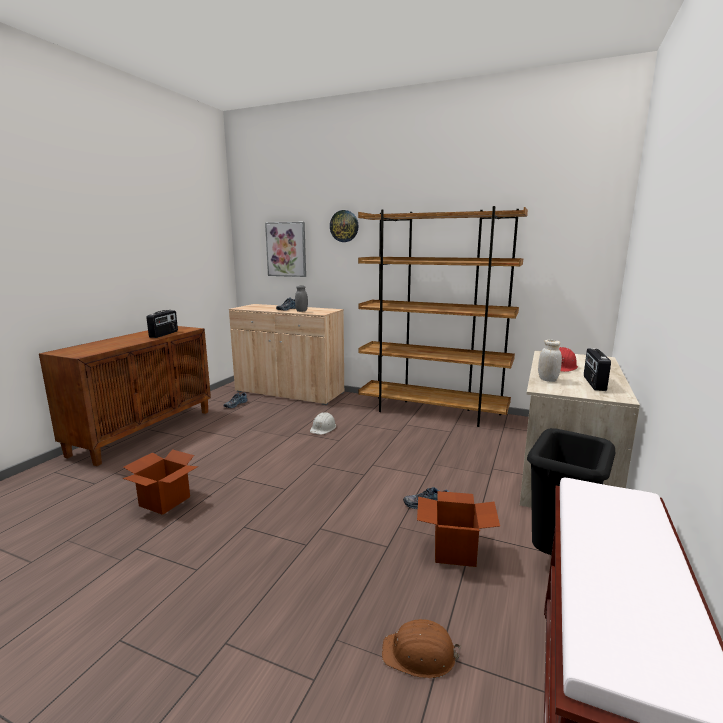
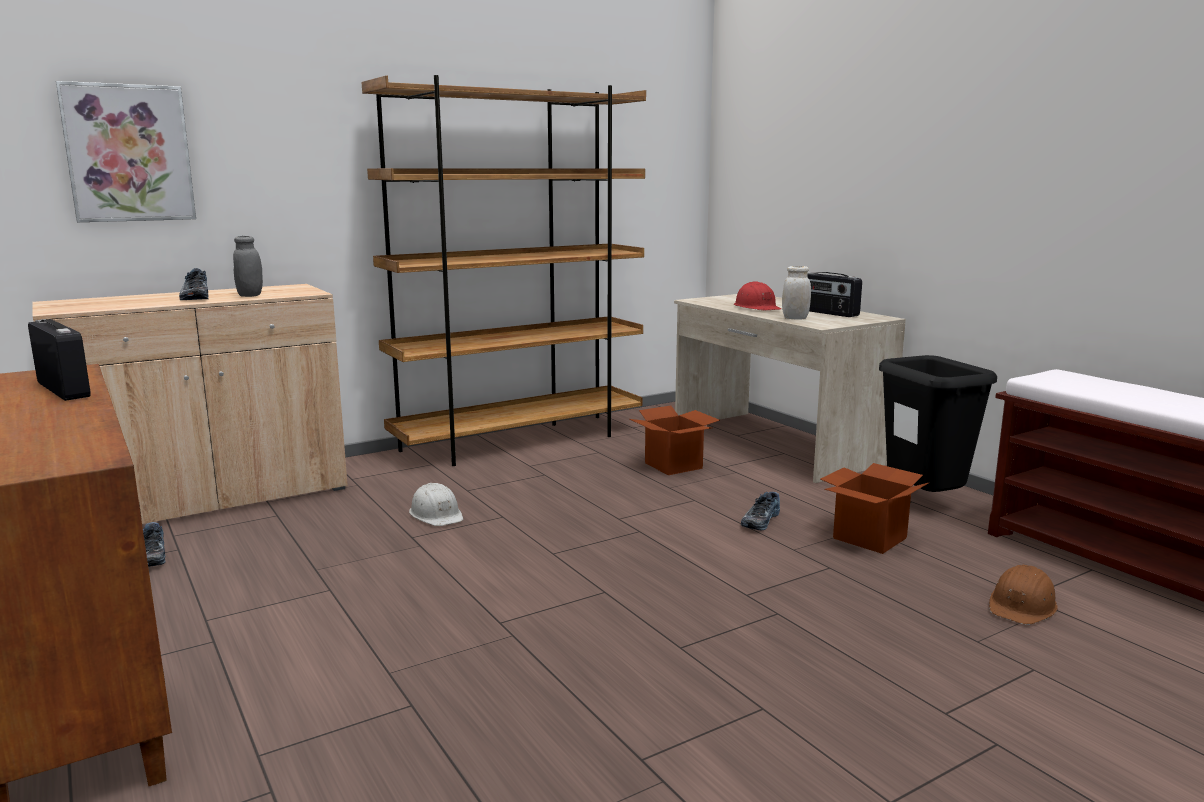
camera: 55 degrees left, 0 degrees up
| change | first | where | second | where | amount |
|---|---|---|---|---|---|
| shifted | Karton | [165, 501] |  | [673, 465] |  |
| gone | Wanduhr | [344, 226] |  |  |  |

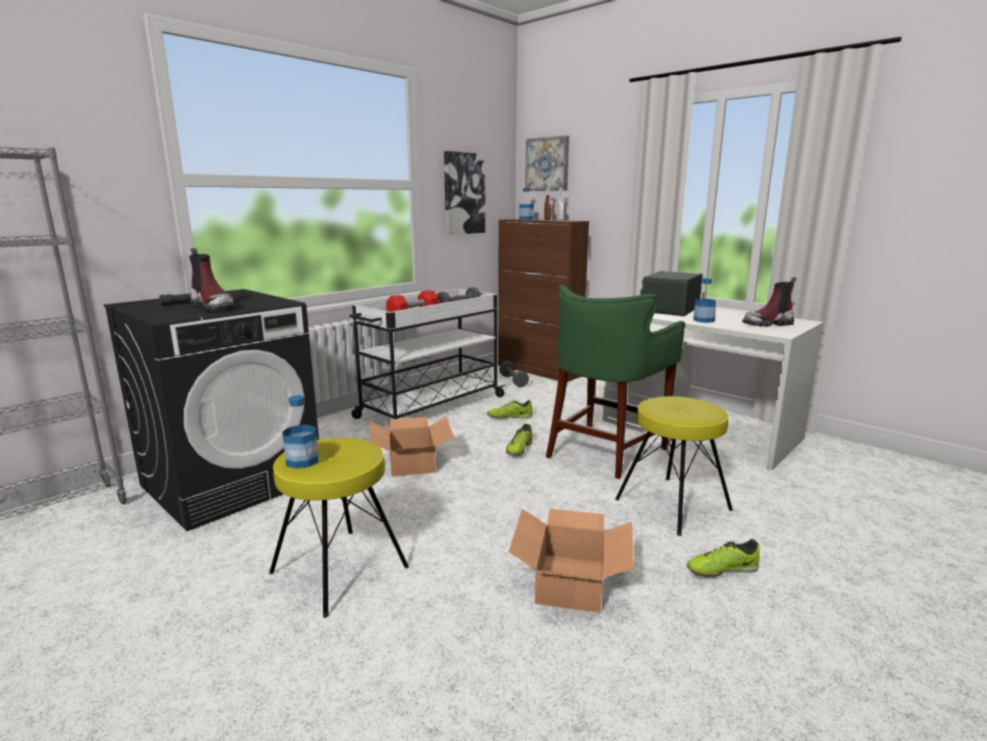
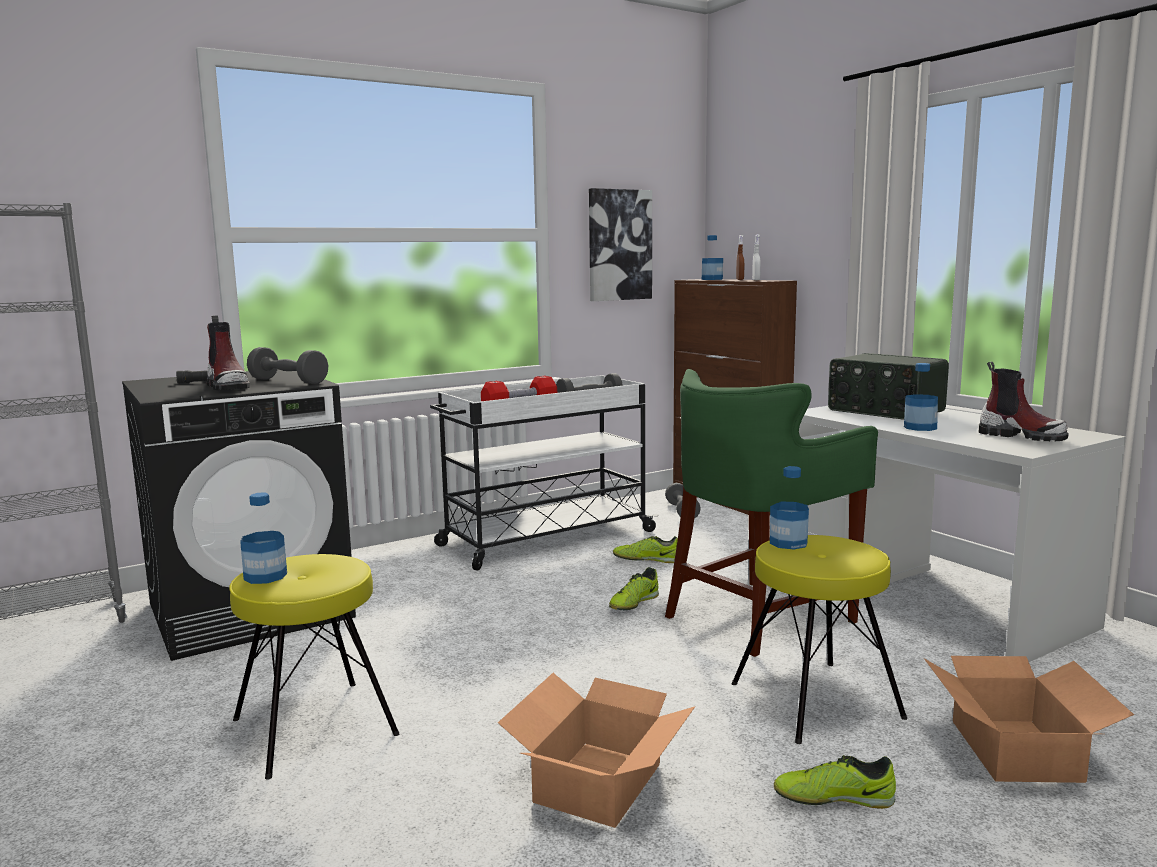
camera: 15 degrees right, 5 degrees down
| change | first | where | second | where | amount |
|---|---|---|---|---|---|
| new |  |  | Hantel (grau) | [288, 381] |  |
| new |  |  | Flasche | [788, 543] |  |
| rotated | Radio | [669, 309] |  | [884, 411] | 90 degrees counterclockwise |
| shifted | Karton | [411, 462] |  | [1014, 751] |  |
| rotated | Stiefel | [768, 324] |  | [1021, 436] | 135 degrees counterclockwise |
| gone | Bild | [547, 164] |  |  |  |

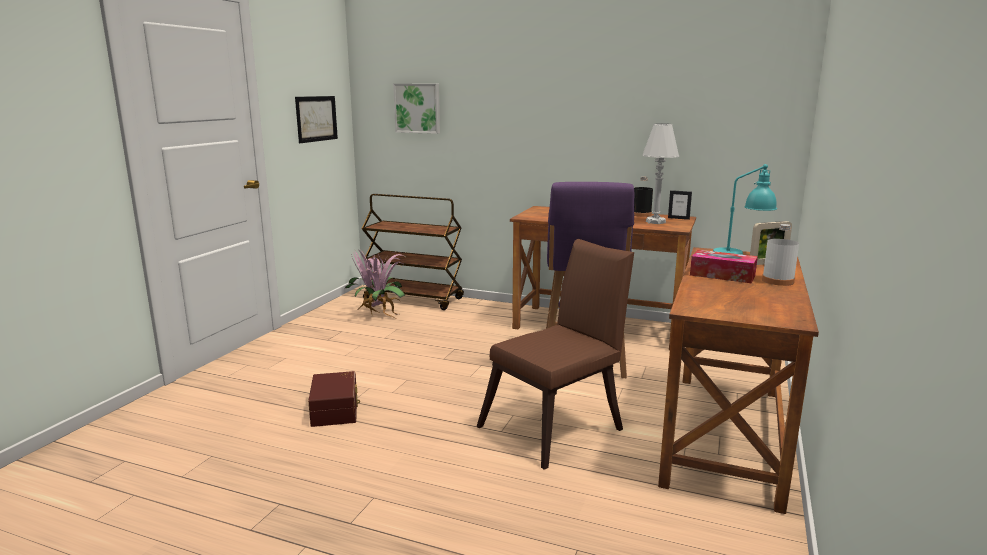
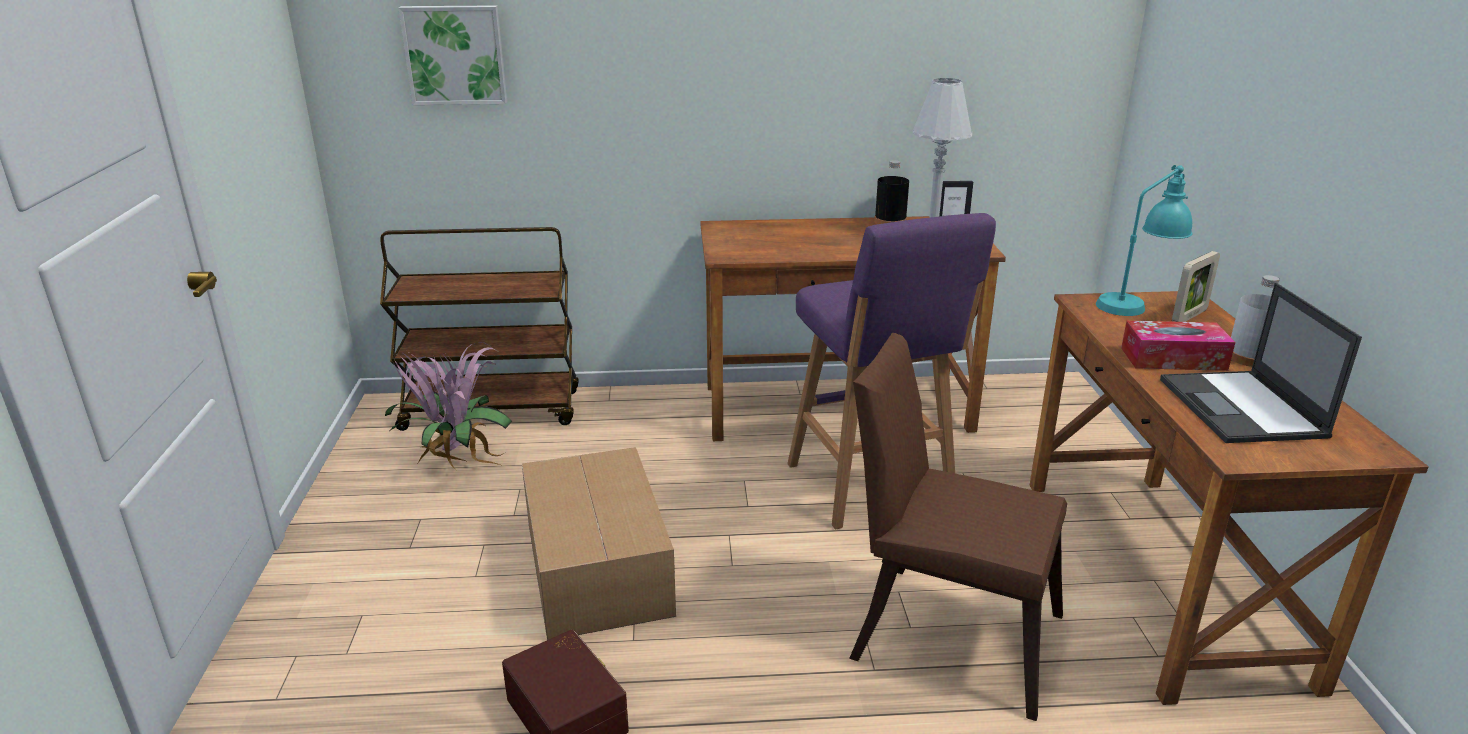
camera: 25 degrees left, 10 degrees up
| change | first | where | second | where | amount |
|---|---|---|---|---|---|
| new |  |  | Karton | [598, 565] |  |
| rotated | Stuhl (braun) | [558, 426] |  | [944, 630] | 90 degrees counterclockwise |
| new |  |  | Laptop | [1242, 408] |  |
| gone | Bild | [316, 118] |  |  |  |

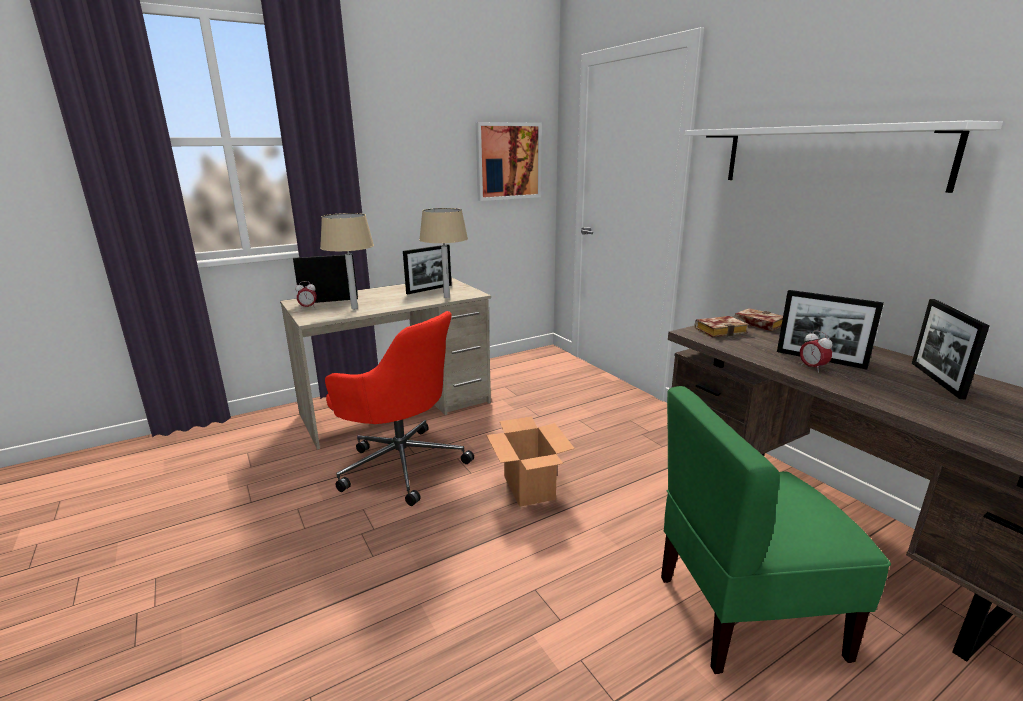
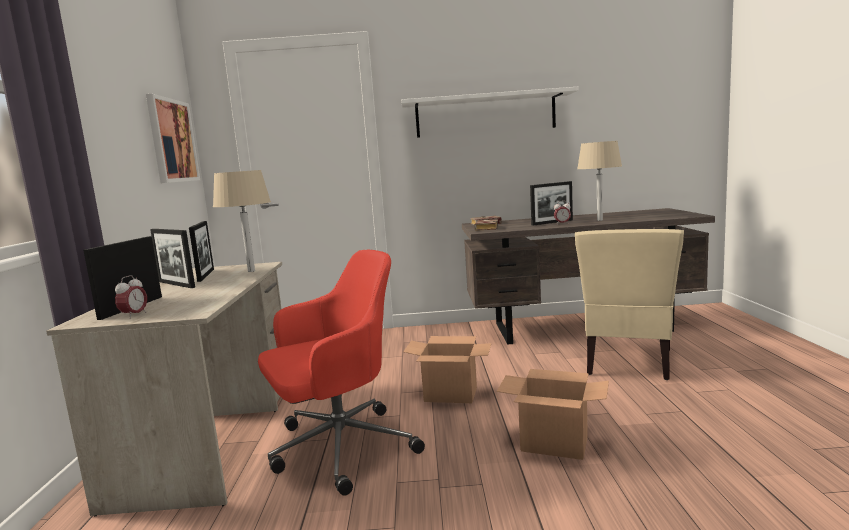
camera: 60 degrees left, 10 degrees down
| change | first | where | second | where | amount |
|---|---|---|---|---|---|
| shifted | Bilderrahmen | [936, 380] |  | [176, 284] |  |
| new |  |  | Karton | [553, 444] |  |
| repainted | Stuhl (grün) | [746, 614] | Stuhl (beige) | [627, 362] |  |
| shifted | Tischlampe (beige) | [354, 308] |  | [600, 220] |  |

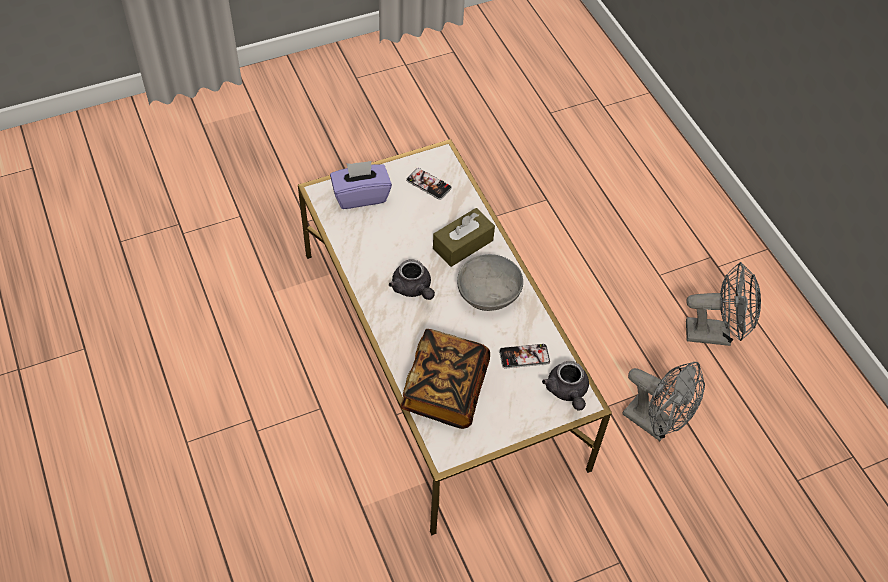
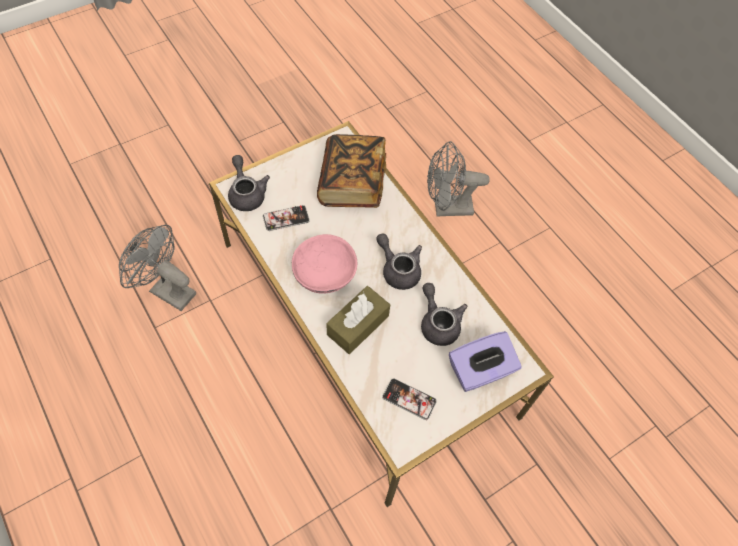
camera: 170 degrees right, 5 degrees up
| change | first | where | second | where | amount |
|---|---|---|---|---|---|
| repainted | Schüssel (grau) | [489, 294] | Schüssel (rosa) | [323, 274] |  |
| new |  |  | Teekanne (grau) | [438, 323] |  |
| shifted | Ventilator (grau) | [715, 333] |  | [446, 208] |  |

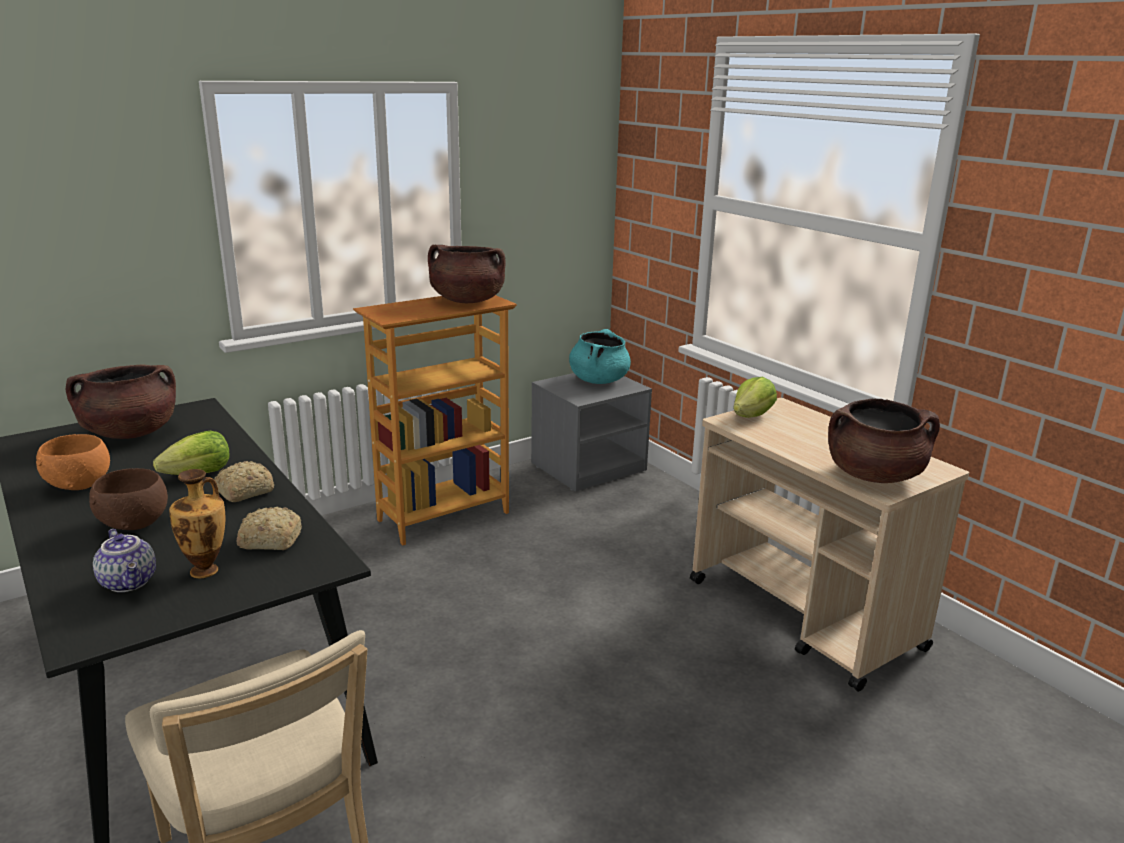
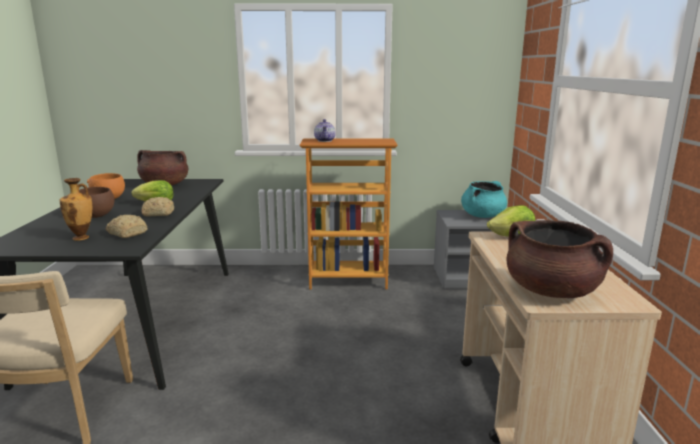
camera: 35 degrees right, 5 degrees down
| change | first | where | second | where | amount |
|---|---|---|---|---|---|
| shifted | Teekanne | [130, 582] |  | [325, 140] |  |
| gone | Kochtopf (braun) | [467, 301] |  |  |  |

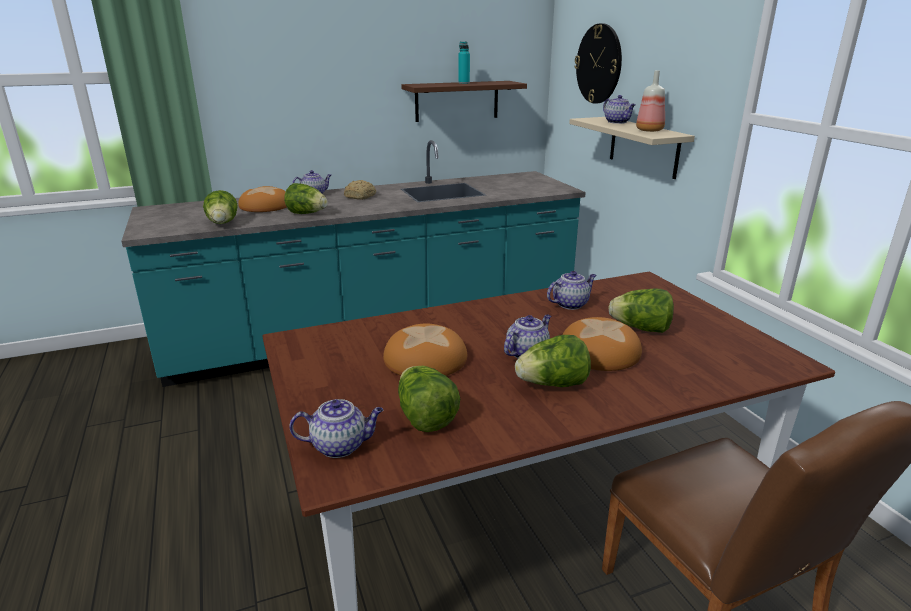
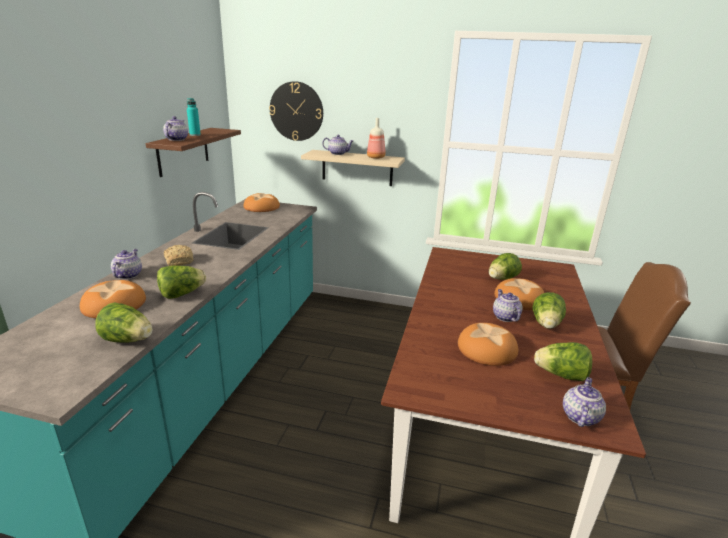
camera: 55 degrees left, 0 degrees up
| change | first | where | second | where | amount |
|---|---|---|---|---|---|
| shifted | Teekanne | [570, 304] |  | [176, 139] |  |
| new |  |  | Brot | [261, 207] |  |

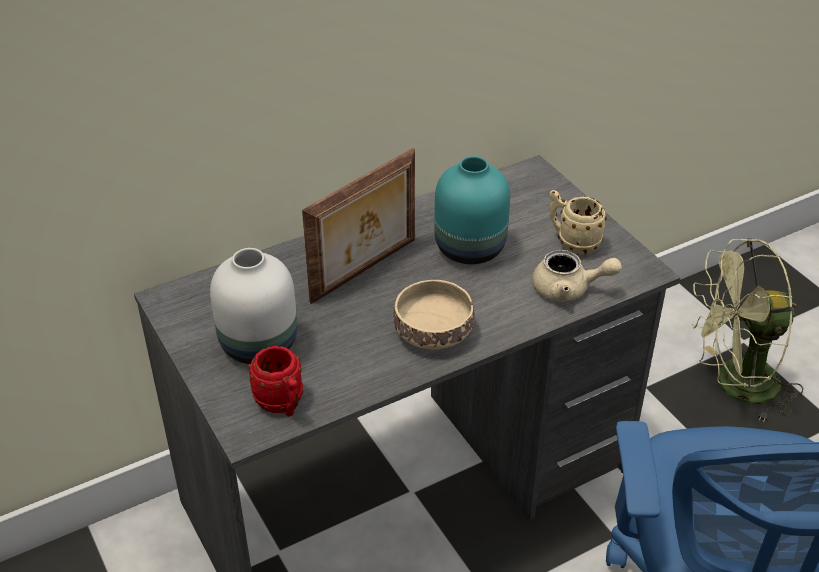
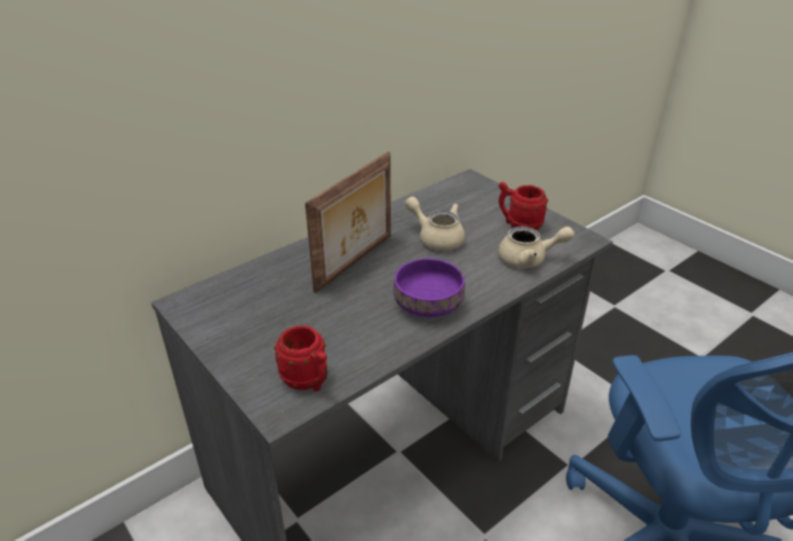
camera: 10 degrees left, 5 degrees down
| change | first | where | second | where | amount |
|---|---|---|---|---|---|
| repainted | Schüssel (beige) | [431, 331] | Schüssel (lila) | [426, 303] |  |
| swapped | Vase (türkis) | [468, 248] | Teekanne (beige) | [436, 237] |  |
| repainted | Henkelbecher (beige) | [572, 242] | Henkelbecher (rot) | [518, 225] |  |
| gone | Vase (weiß) | [261, 345] |  |  |  |
| gone | Ventilator (grün) | [734, 386] |  |  |  |

